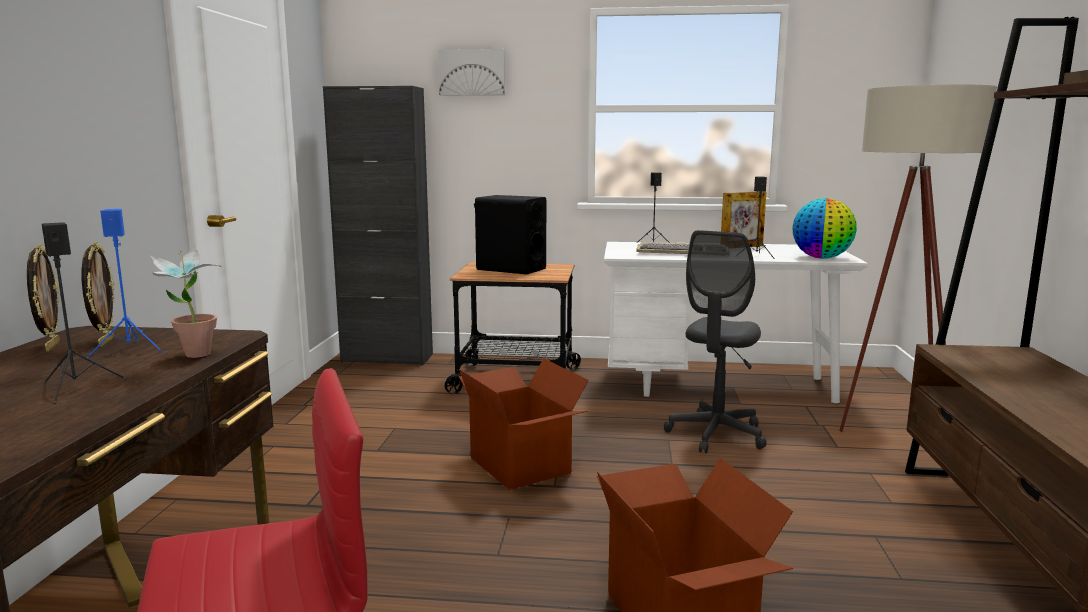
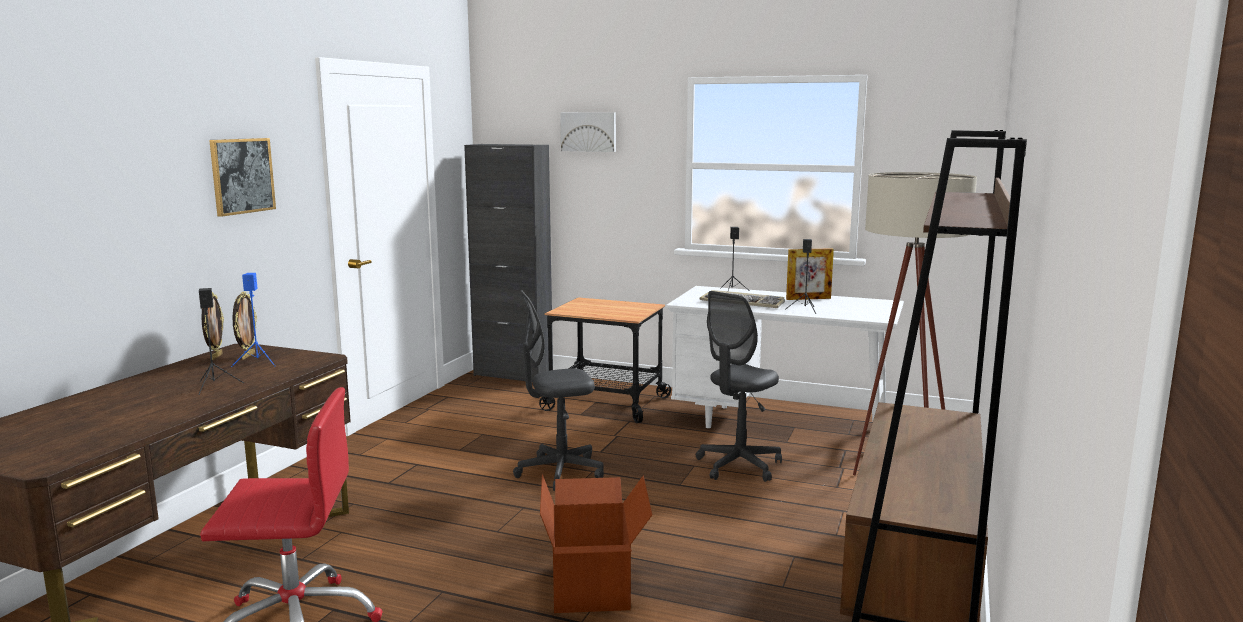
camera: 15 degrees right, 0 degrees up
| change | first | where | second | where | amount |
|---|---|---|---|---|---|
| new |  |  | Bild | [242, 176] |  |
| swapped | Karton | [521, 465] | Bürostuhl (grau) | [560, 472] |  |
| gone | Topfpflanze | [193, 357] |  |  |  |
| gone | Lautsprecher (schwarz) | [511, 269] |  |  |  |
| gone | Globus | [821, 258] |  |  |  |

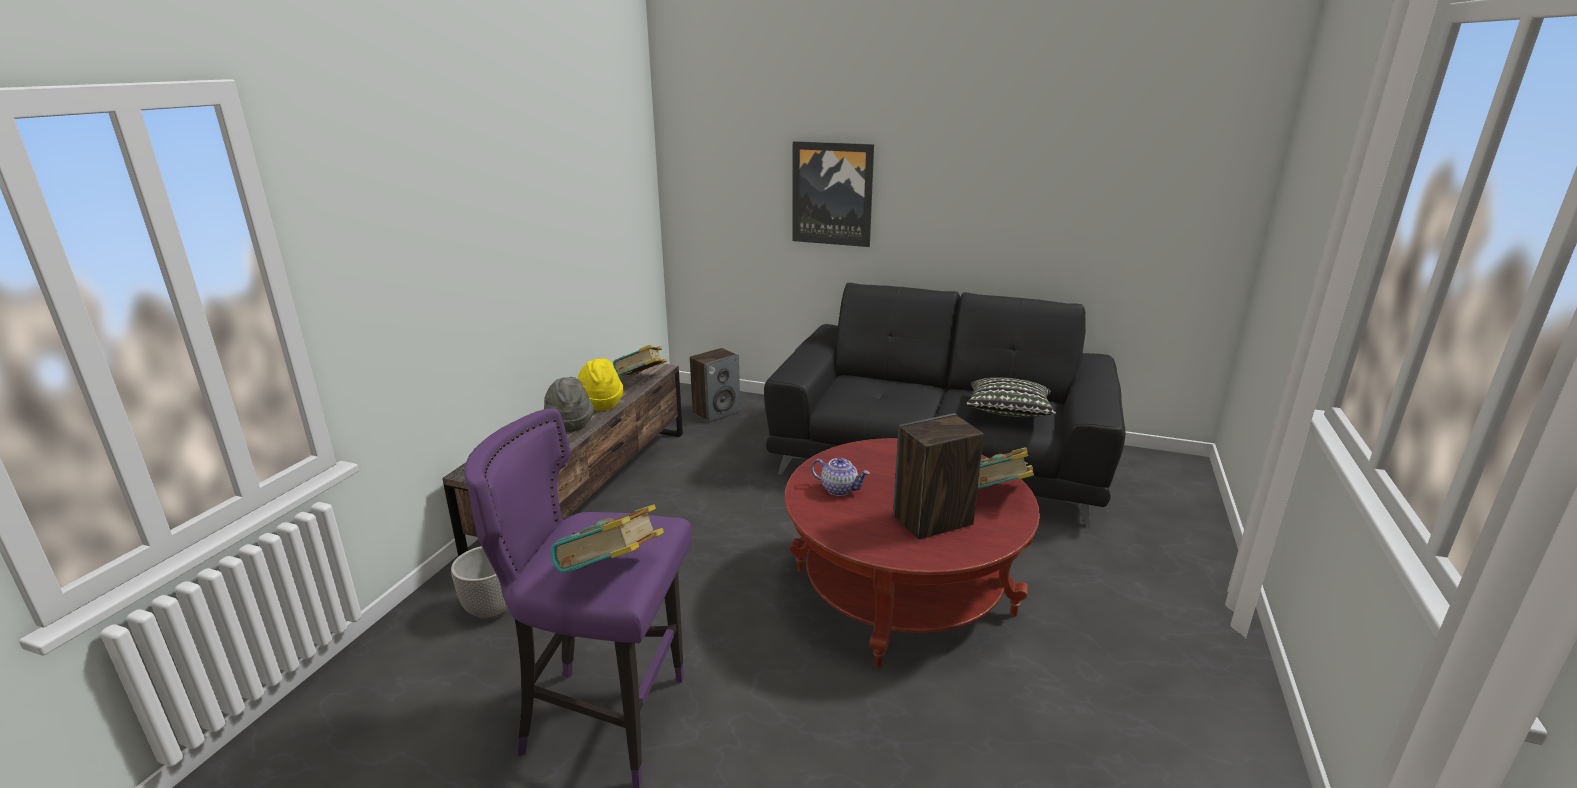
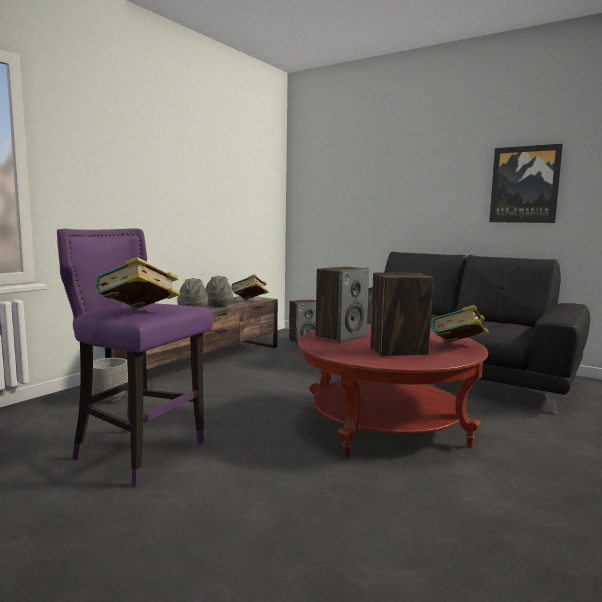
camera: 15 degrees right, 15 degrees down
| change | first | where | second | where | amount |
|---|---|---|---|---|---|
| repainted | Hut (gelb) | [600, 403] | Hut (grau) | [218, 305] |  |
| swapped | Teekanne | [839, 489] | Lautsprecher | [341, 336] |  |
| shifted | Bild | [832, 194] |  | [524, 184] |  |
| gone | Kissen | [1008, 414] |  |  |  |

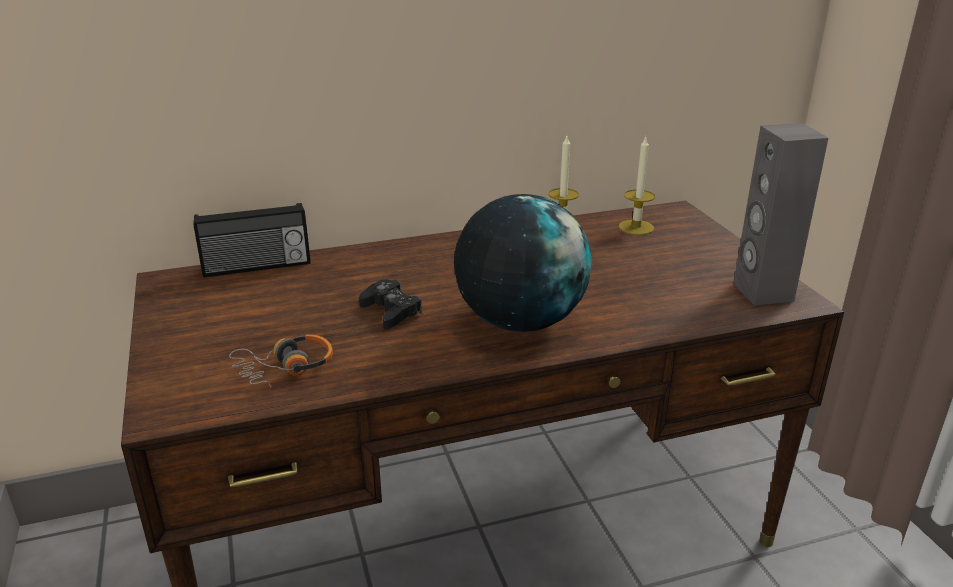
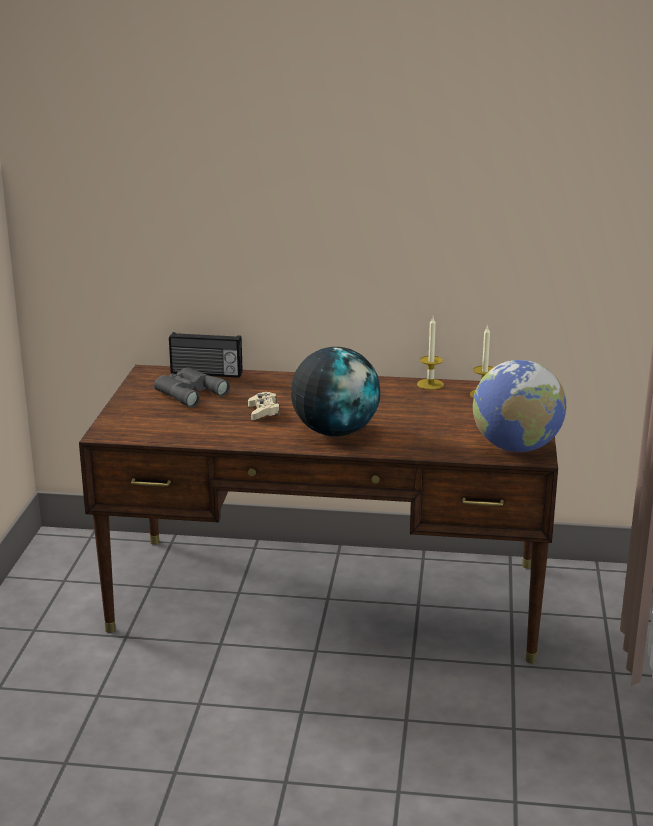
camera: 25 degrees right, 5 degrees down
| change | first | where | second | where | amount |
|---|---|---|---|---|---|
| new |  |  | Fernglas (grau) | [188, 392] |  |
| repainted | Gamepad (schwarz) | [391, 311] | Gamepad (beige) | [263, 412] |  |
| swapped | Lautsprecher (grau) | [762, 292] | Globus | [516, 448] |  |
| gone | Kopfhörer | [285, 368] |  |  |  |

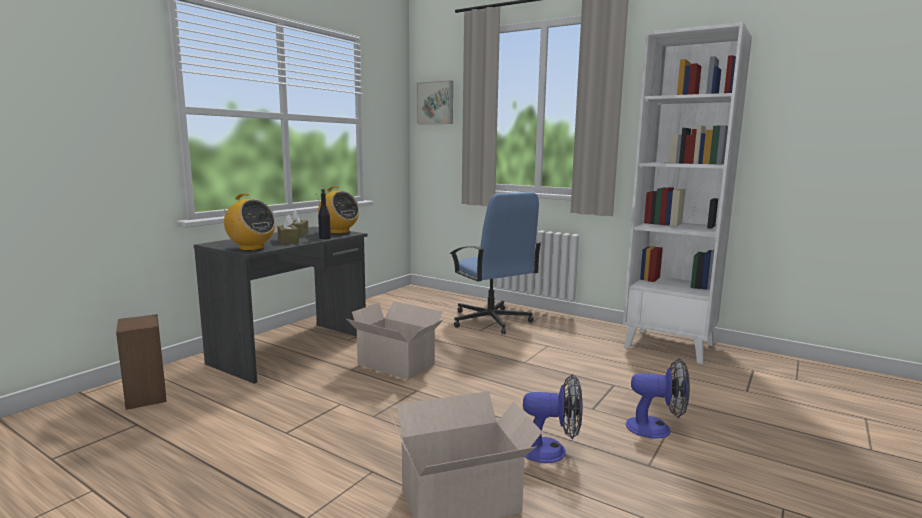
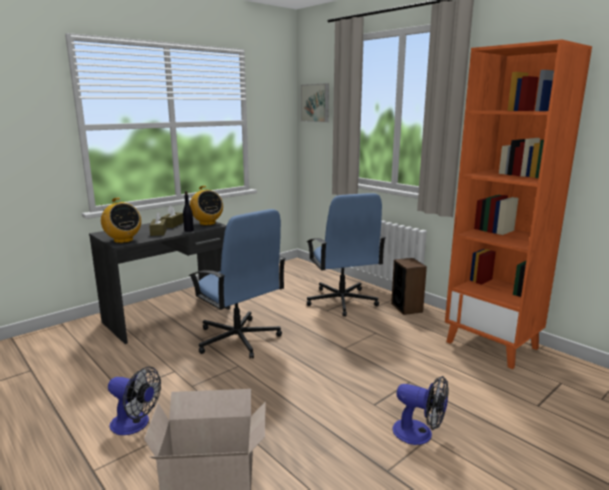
camera: 15 degrees right, 5 degrees up
| change | first | where | second | where | amount |
|---|---|---|---|---|---|
| shifted | Ventilator | [551, 451] |  | [135, 424] |  |
| swapped | Karton | [397, 365] | Bürostuhl (blau) | [238, 339] |  |
| shifted | Lautsprecher | [146, 396] |  | [407, 307] |  |
| repainted | Bücherregal (weiß) | [670, 346] | Bücherregal (orange) | [492, 345] |  |

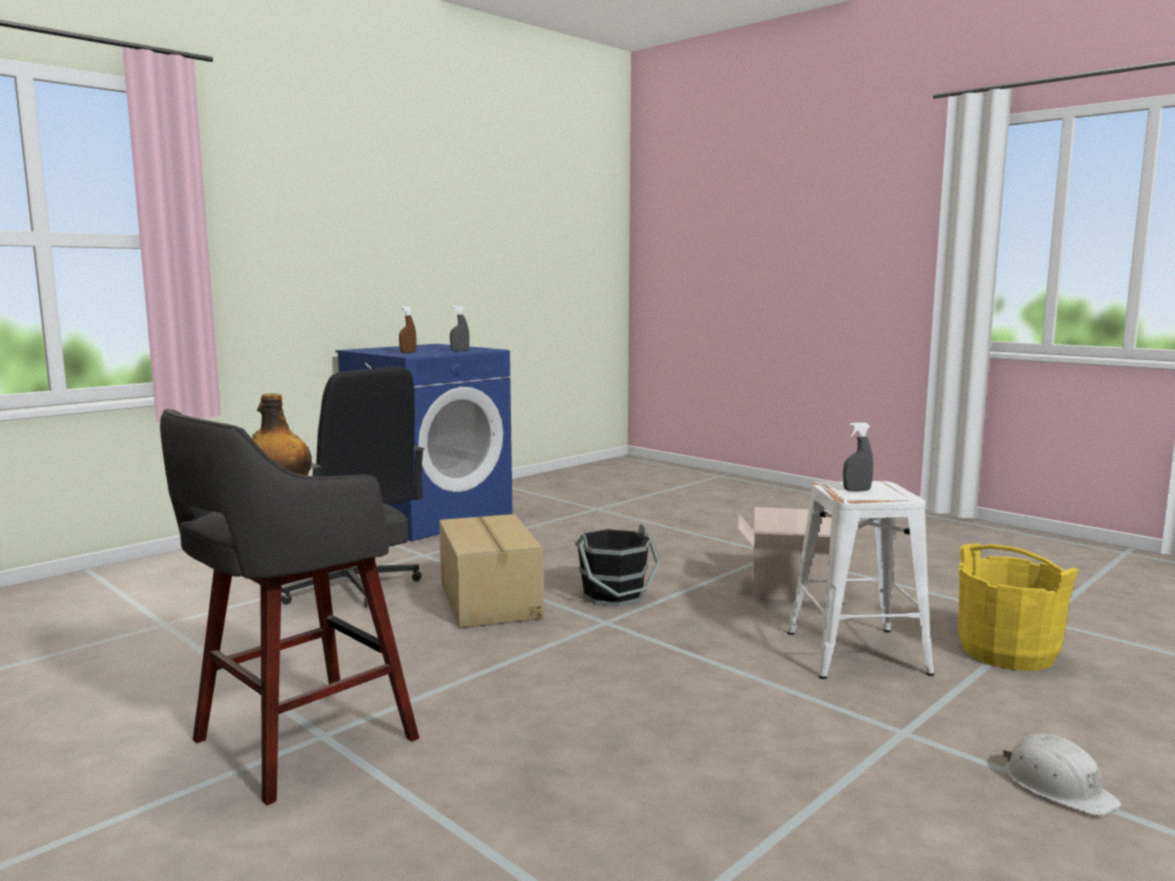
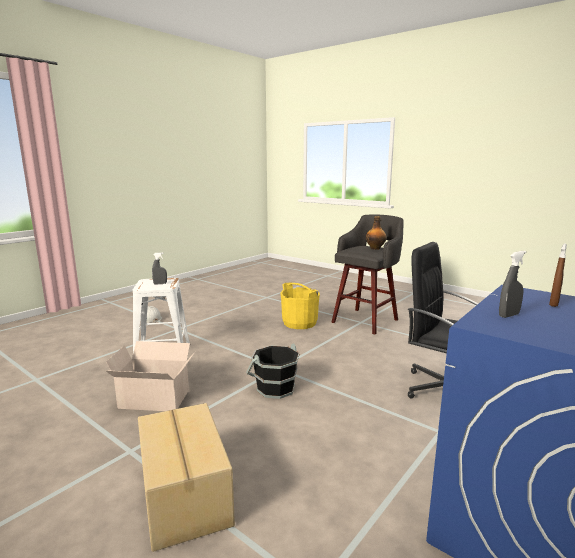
camera: 175 degrees right, 5 degrees up
| change | first | where | second | where | amount |
|---|---|---|---|---|---|
| shifted | Karton | [491, 600] |  | [183, 495] |  |
| shifted | Eimer (gelb) | [1007, 652] |  | [299, 323] |  |

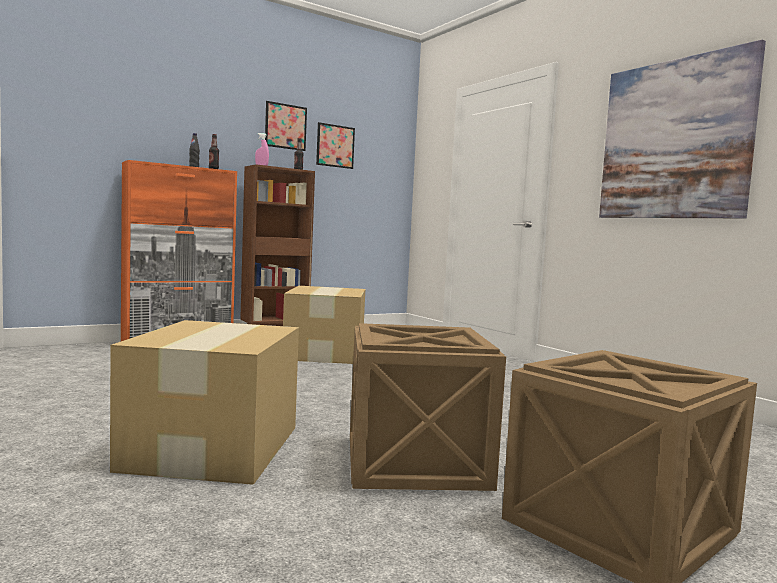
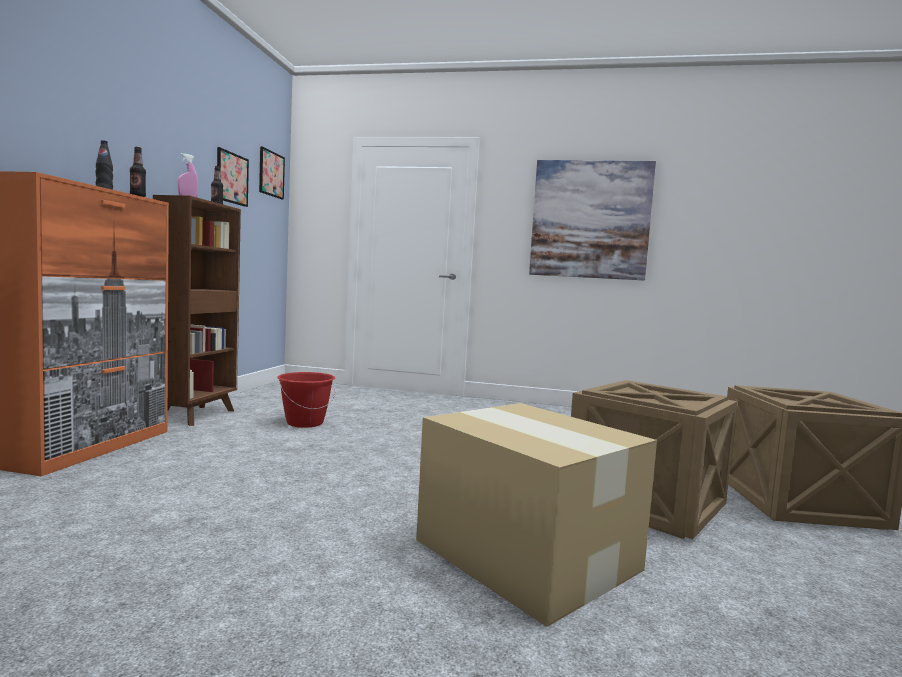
camera: 45 degrees left, 0 degrees up
| change | first | where | second | where | amount |
|---|---|---|---|---|---|
| shifted | Bild | [285, 126] |  | [271, 174] |  |
| swapped | Karton | [325, 353] | Eimer (rot) | [305, 423] |  |

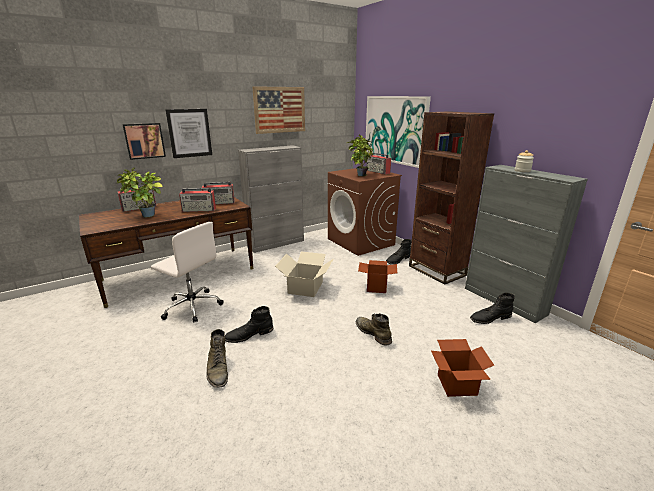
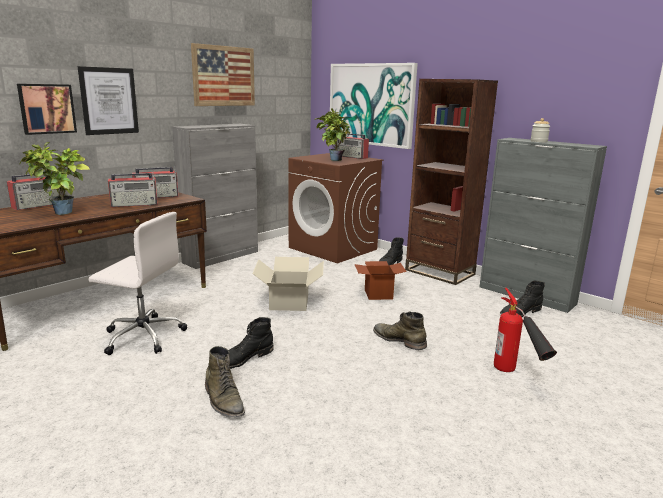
camera: 15 degrees left, 5 degrees down
| change | first | where | second | where | amount |
|---|---|---|---|---|---|
| swapped | Karton | [457, 384] | Feuerlöscher | [516, 377] |  |

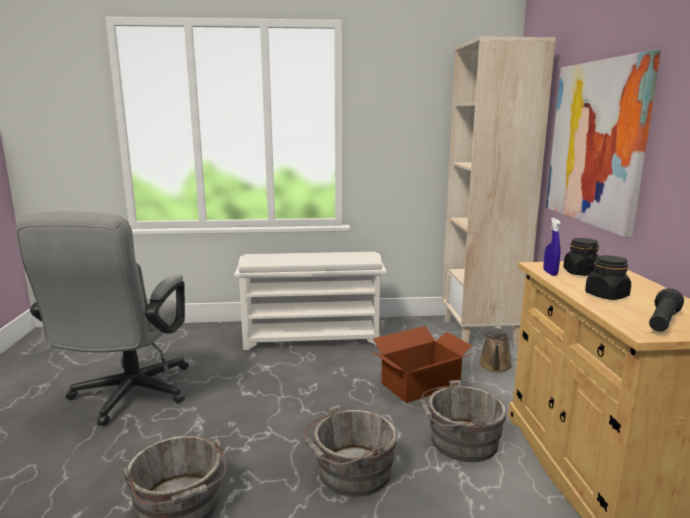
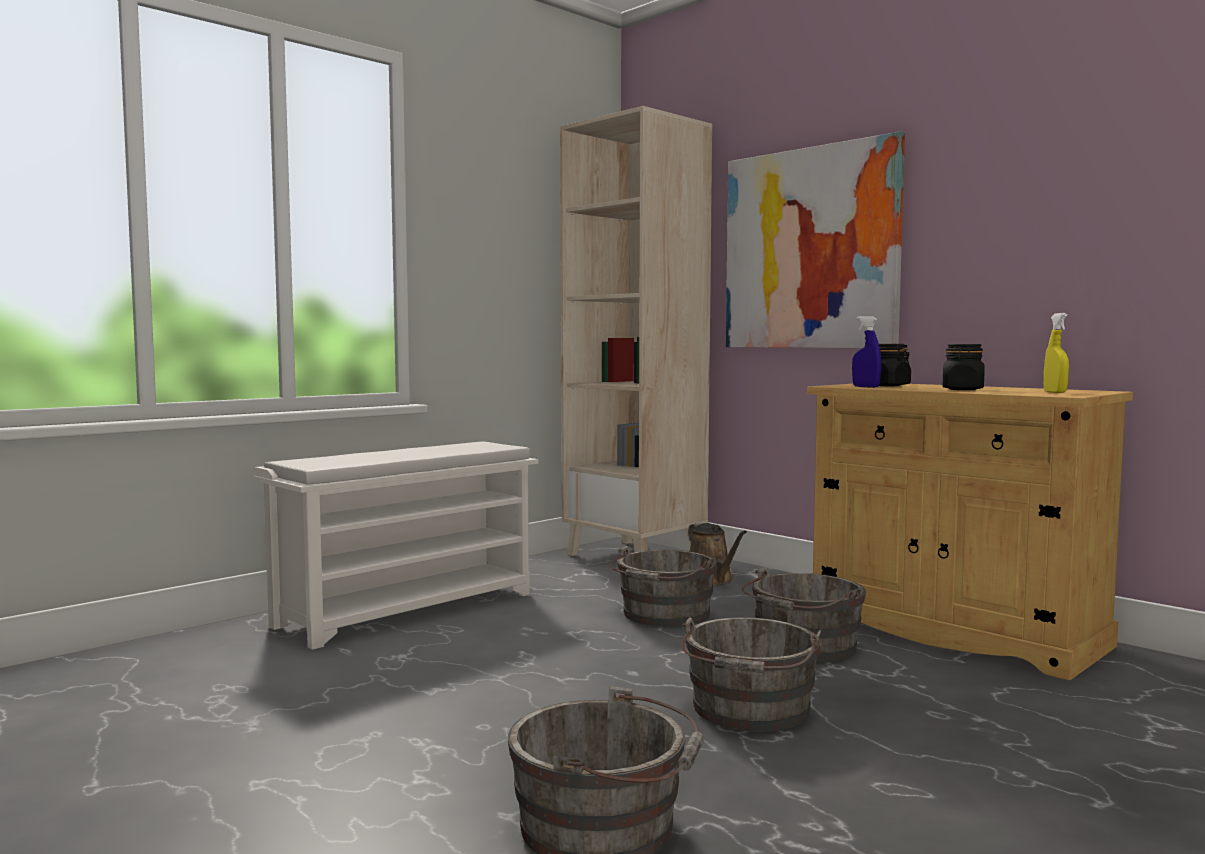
camera: 40 degrees left, 10 degrees down
| change | first | where | second | where | amount |
|---|---|---|---|---|---|
| swapped | Karton | [421, 385] | Eimer (grau) | [664, 615] |  |
| swapped | Taschenlampe (schwarz) | [662, 322] | Sprühflasche (gelb) | [1055, 392] |  |
| gone | Bürostuhl (grau) | [127, 397] |  |  |  |

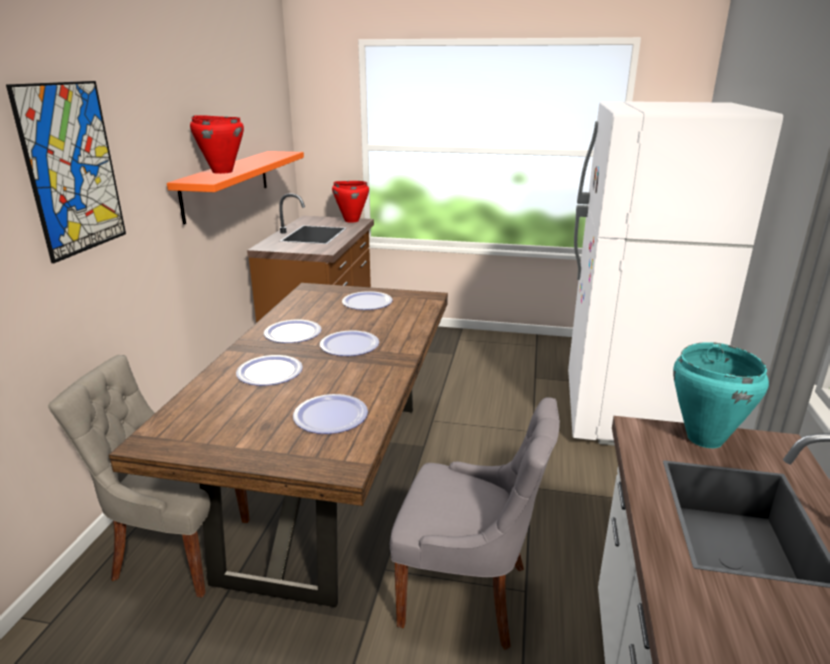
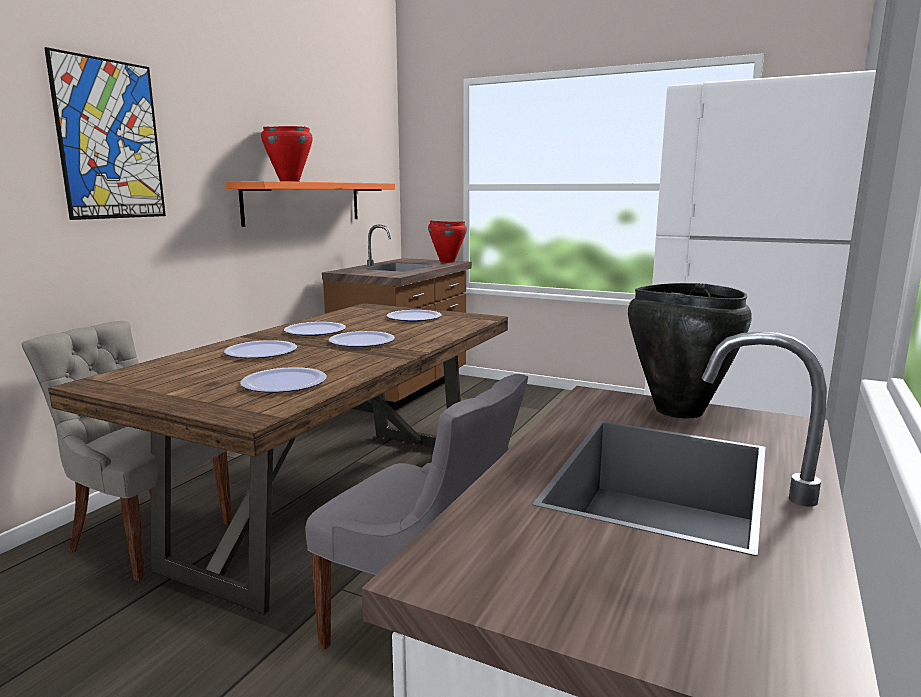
camera: 15 degrees right, 10 degrees down
| change | first | where | second | where | amount |
|---|---|---|---|---|---|
| repainted | Kochtopf (türkis) | [704, 439] | Kochtopf (schwarz) | [678, 410] |  |

